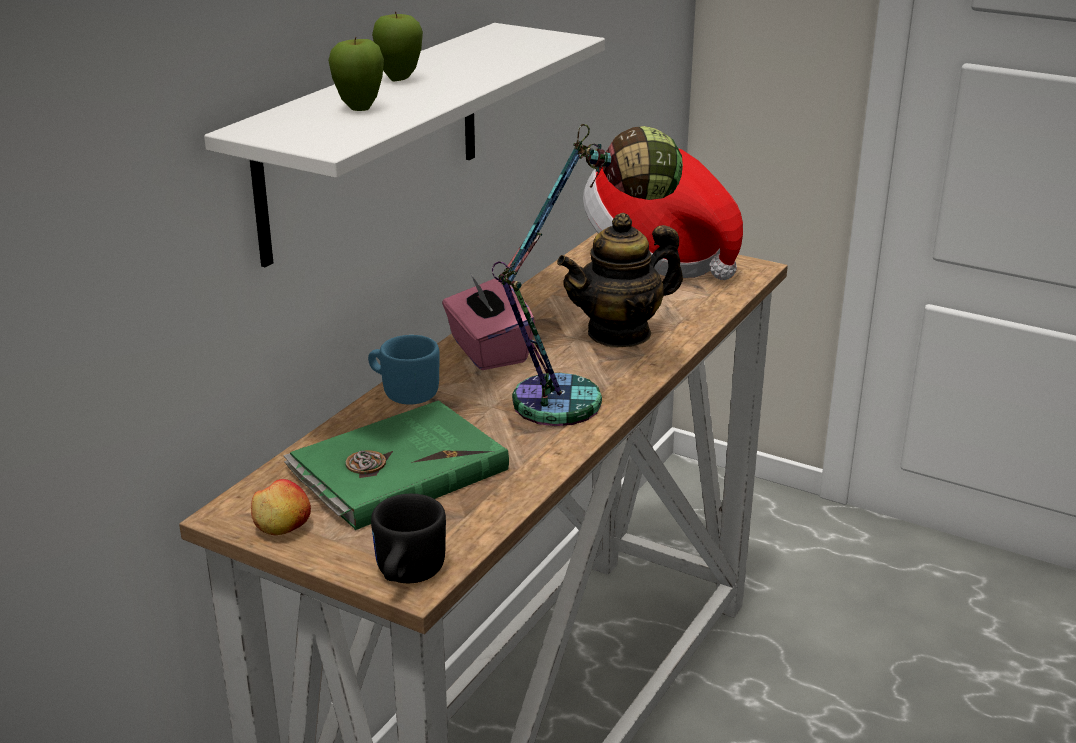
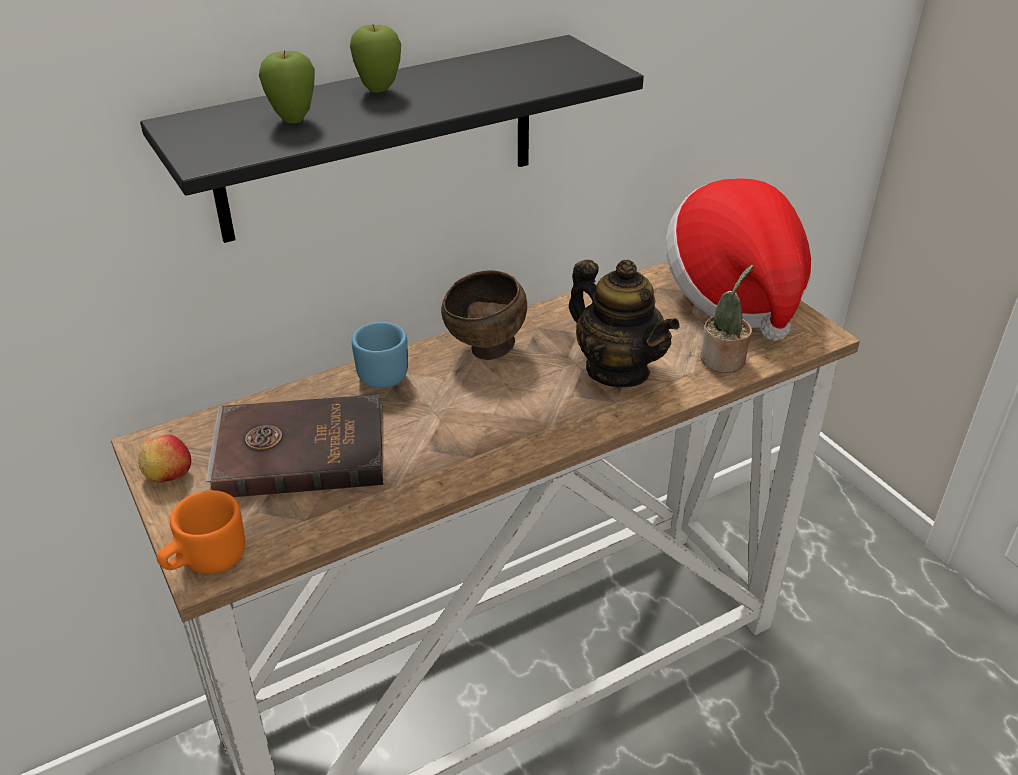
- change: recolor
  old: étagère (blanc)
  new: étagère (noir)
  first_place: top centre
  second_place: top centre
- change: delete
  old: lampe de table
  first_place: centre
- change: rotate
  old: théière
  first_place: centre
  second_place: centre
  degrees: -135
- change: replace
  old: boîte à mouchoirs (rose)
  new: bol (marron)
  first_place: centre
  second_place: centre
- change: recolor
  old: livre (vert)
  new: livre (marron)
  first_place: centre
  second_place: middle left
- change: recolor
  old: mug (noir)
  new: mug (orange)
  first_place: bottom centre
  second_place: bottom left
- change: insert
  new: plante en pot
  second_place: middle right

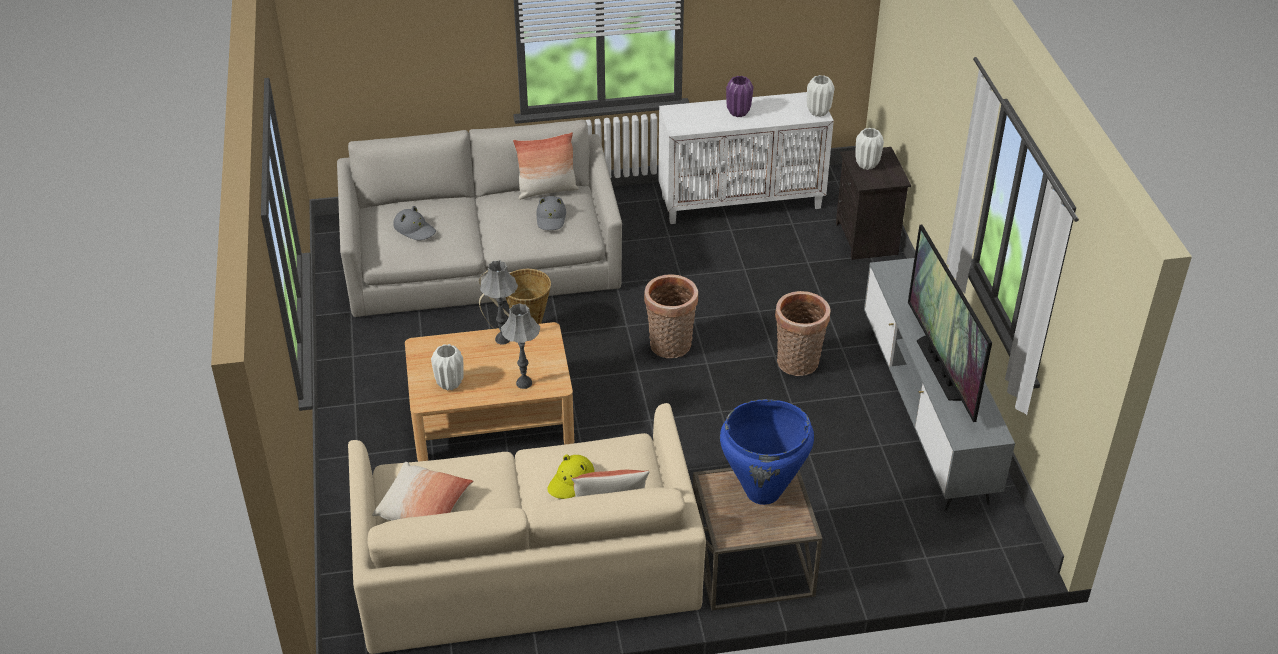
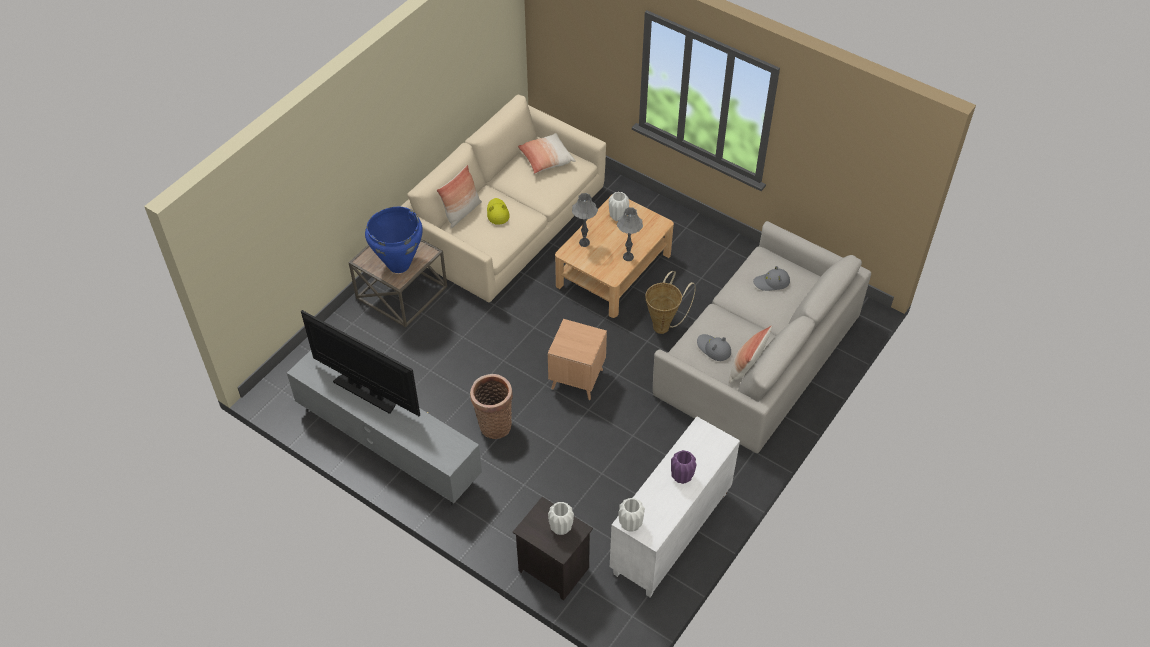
- change: replace
  old: panier (2nd from left)
  new: table d'appoint (marron) (2nd from left)
  first_place: centre
  second_place: centre

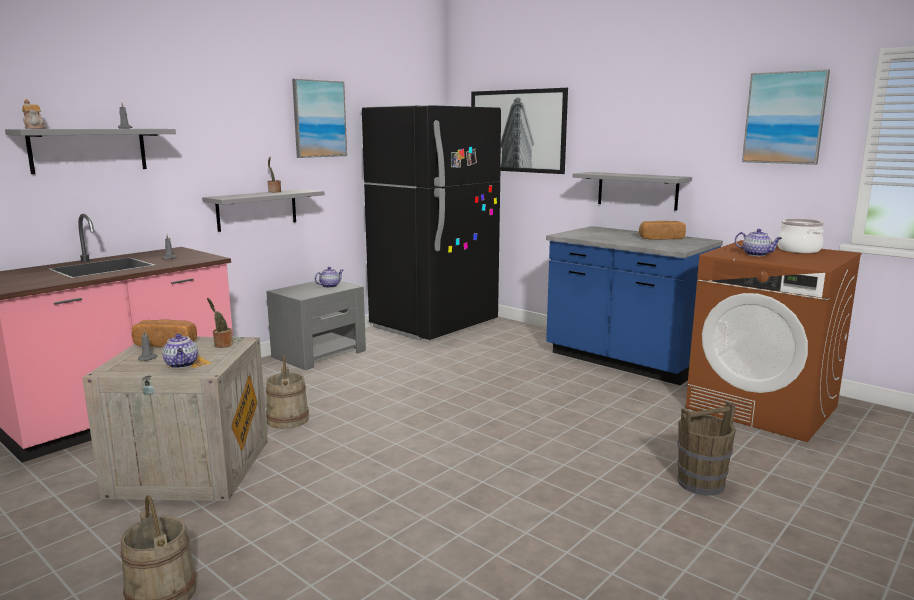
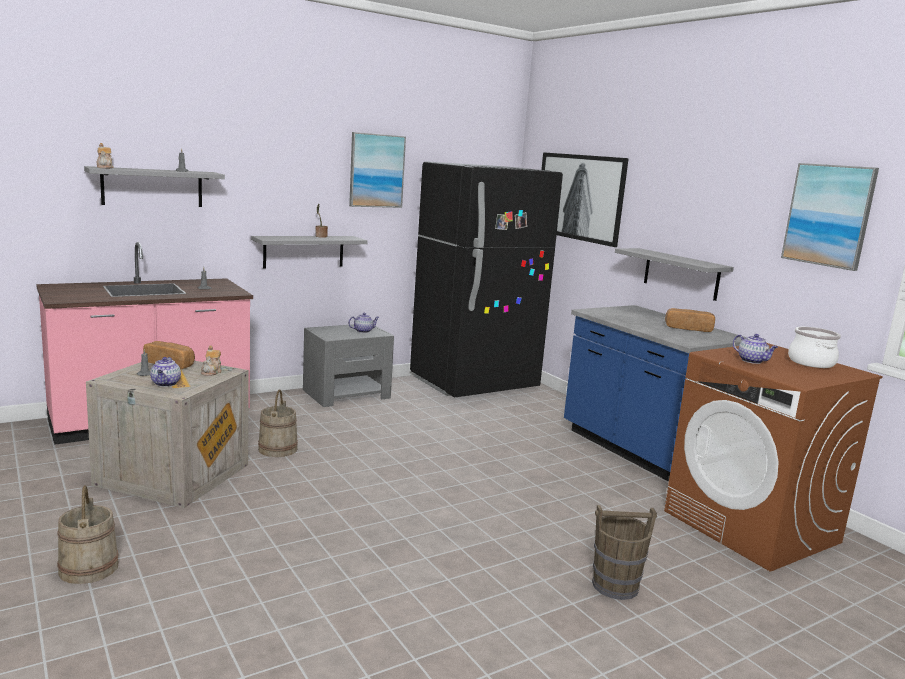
- change: replace
  old: plante en pot (1st from left)
  new: théière (3rd from left)
  first_place: middle left
  second_place: middle left

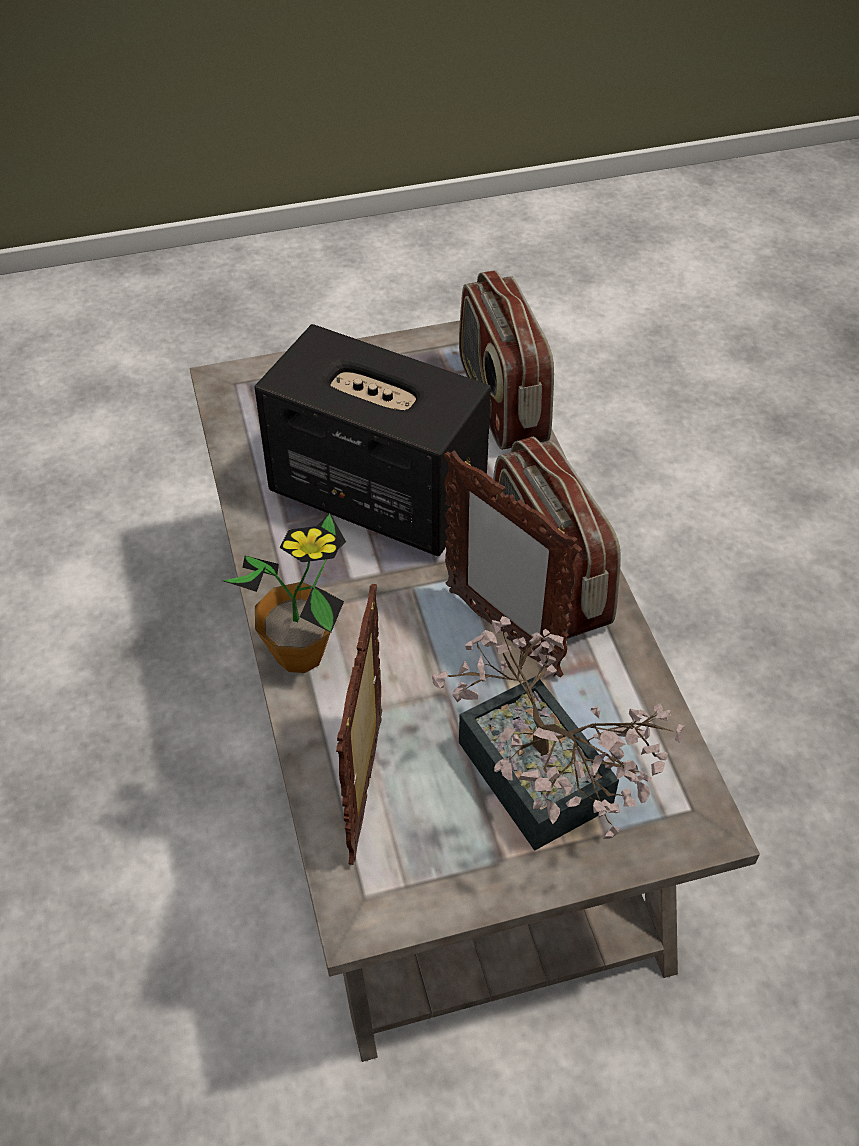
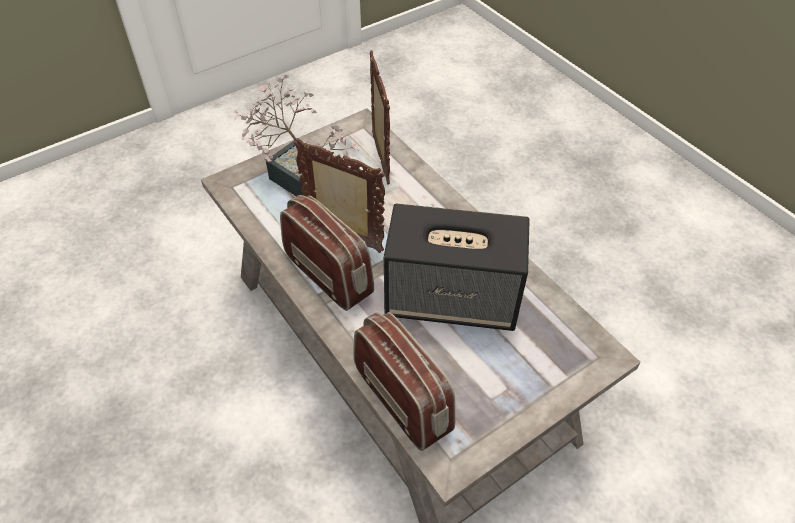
- change: delete
  old: plante en pot (1st from left)
  first_place: middle left

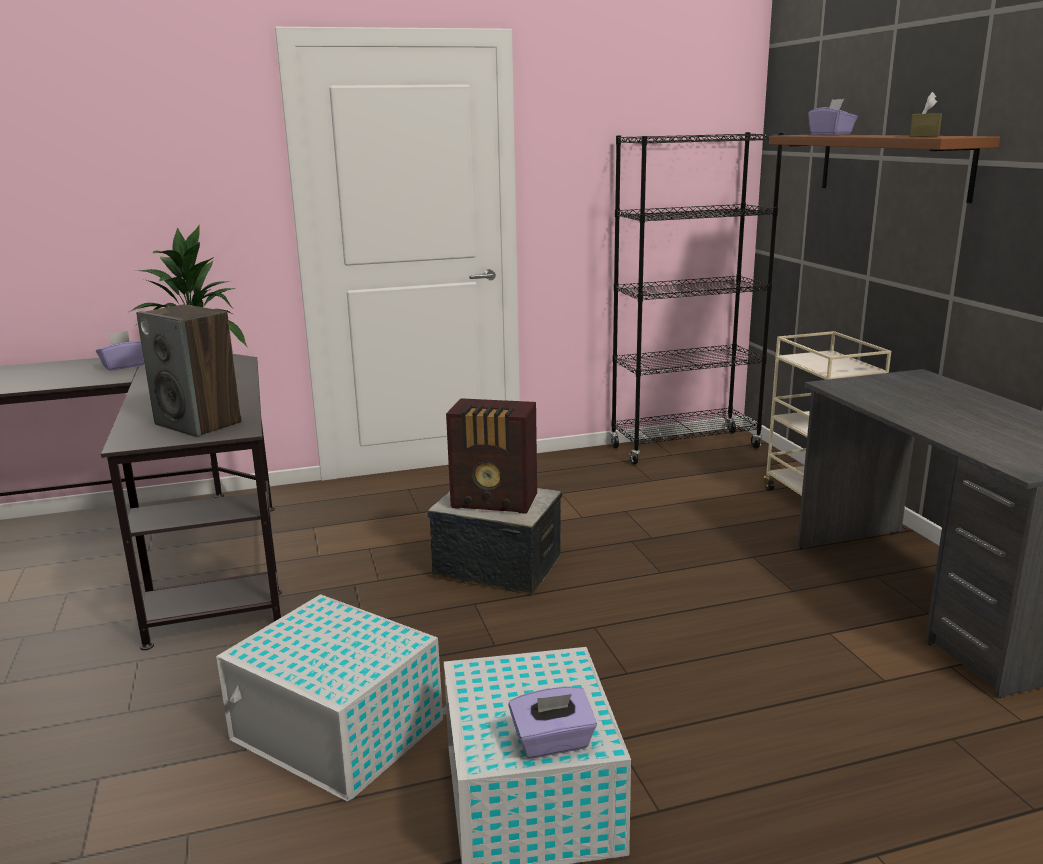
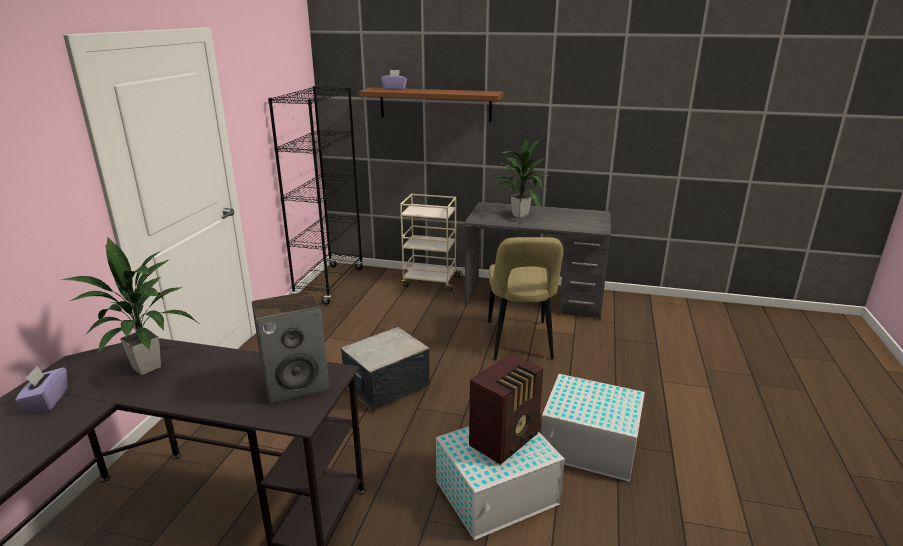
- change: delete
  old: boîte à mouchoirs (marron)
  first_place: top right
- change: move
  old: radio
  first_place: centre
  second_place: bottom centre
- change: delete
  old: boîte à mouchoirs (violet) (2nd from left)
  first_place: bottom centre
- change: insert
  new: plante en pot (2nd from left)
  second_place: top centre
- change: insert
  new: chaise (beige)
  second_place: centre

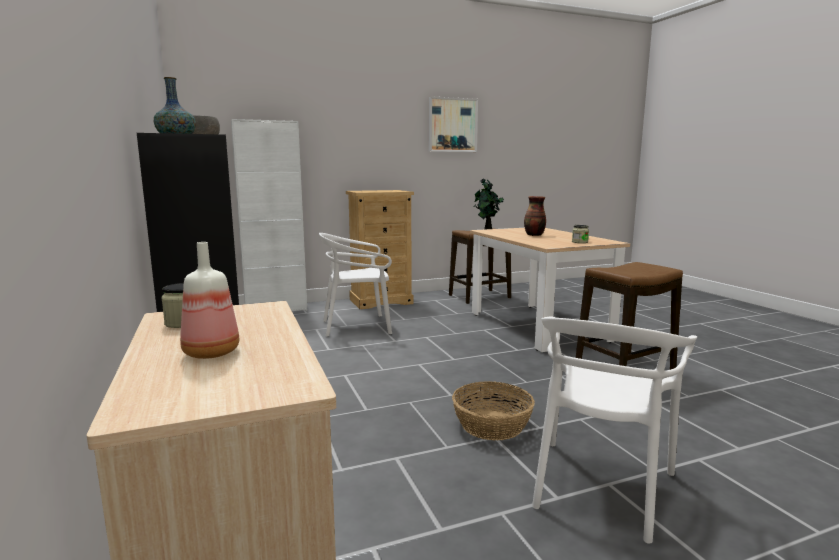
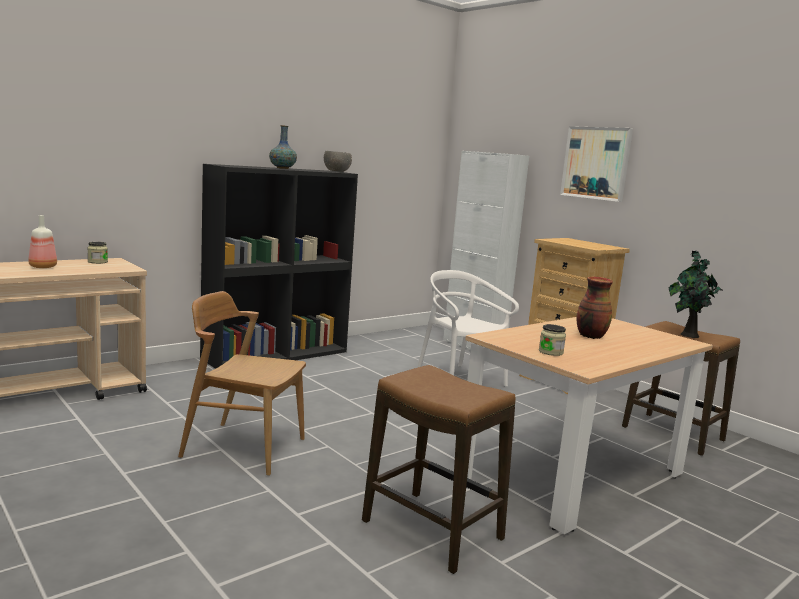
- change: move
  old: tableau
  first_place: top centre
  second_place: top right
- change: delete
  old: chaise (blanc) (2nd from left)
  first_place: bottom right
- change: replace
  old: panier
  new: chaise (marron)
  first_place: bottom centre
  second_place: middle left

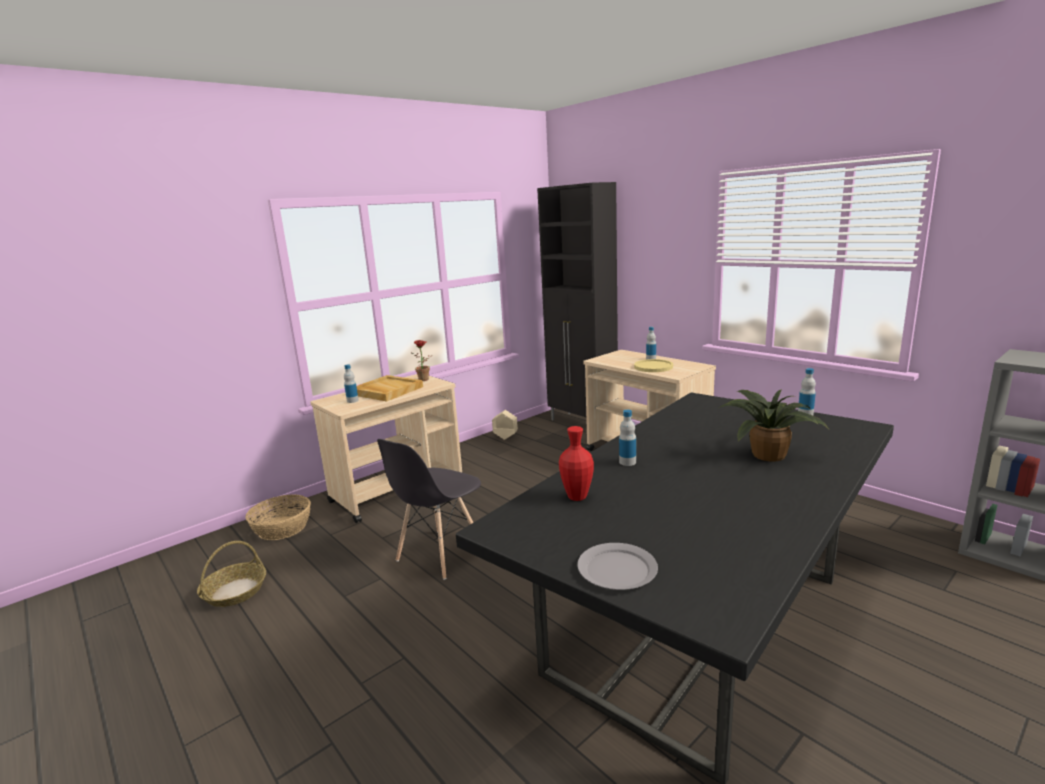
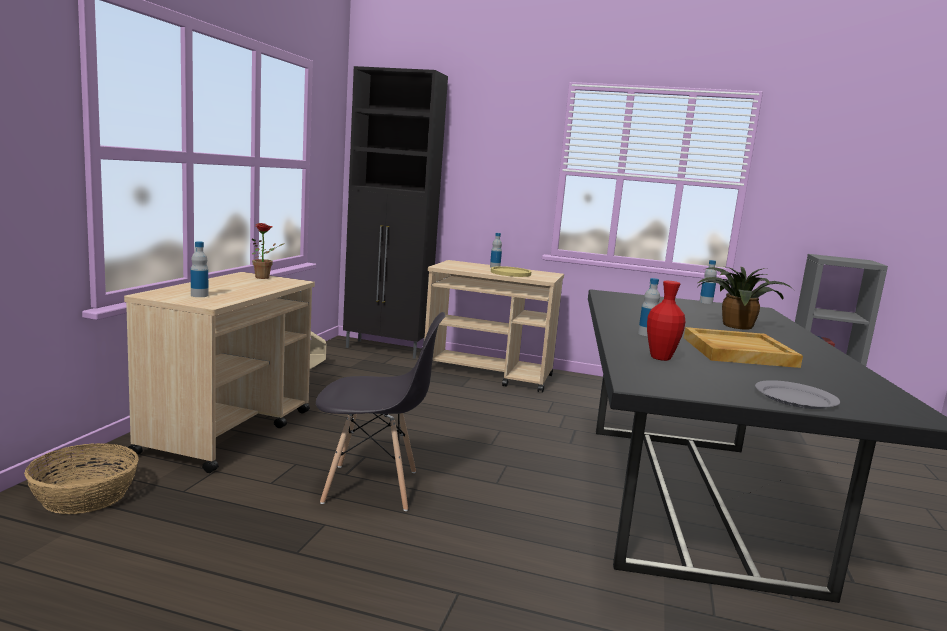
- change: move
  old: plateau (beige)
  first_place: centre
  second_place: middle right
- change: rotate
  old: chaise (gris)
  first_place: centre
  second_place: centre
  degrees: -90
- change: delete
  old: panier (1st from left)
  first_place: bottom left

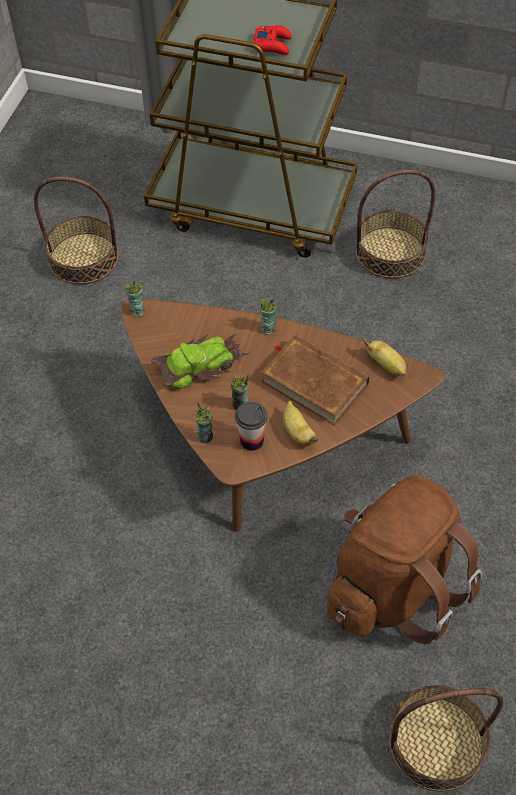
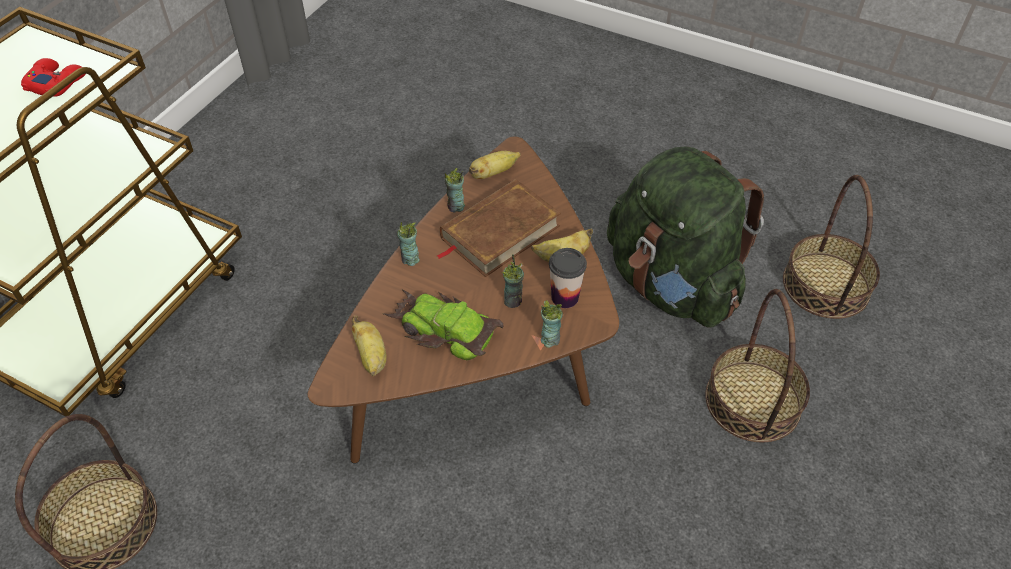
- change: move
  old: panier (2nd from left)
  first_place: top right
  second_place: middle right
- change: move
  old: tasse (1st from left in the first image)
  new: tasse (2nd from left)
  first_place: middle left
  second_place: centre
- change: rotate
  old: petite voiture
  first_place: centre
  second_place: centre
  degrees: -45
- change: recolor
  old: sac à dos (marron)
  new: sac à dos (vert)
  first_place: bottom right
  second_place: middle right
- change: insert
  new: banane (1st from left)
  second_place: centre

